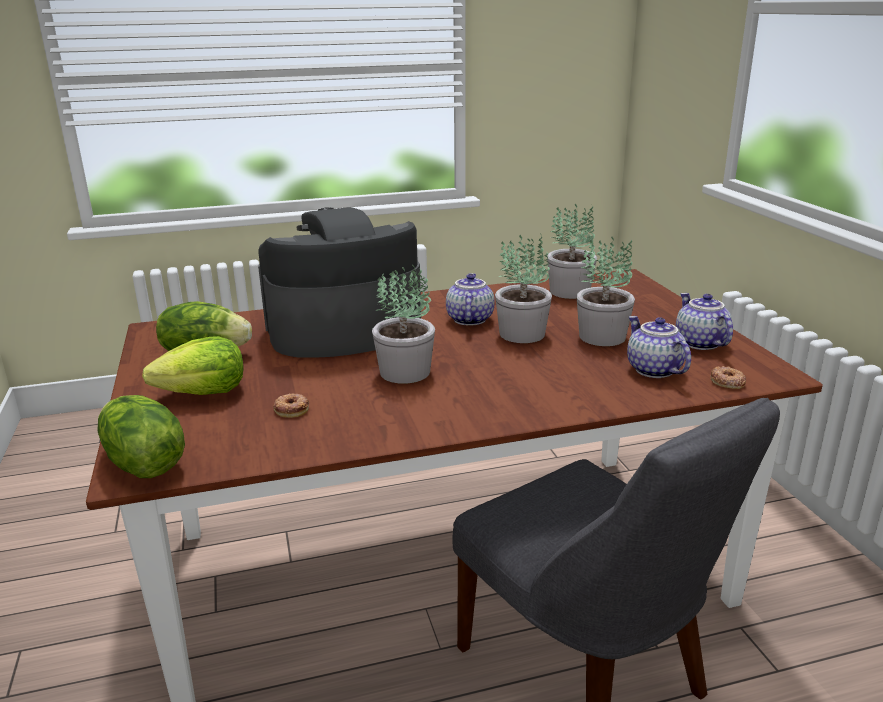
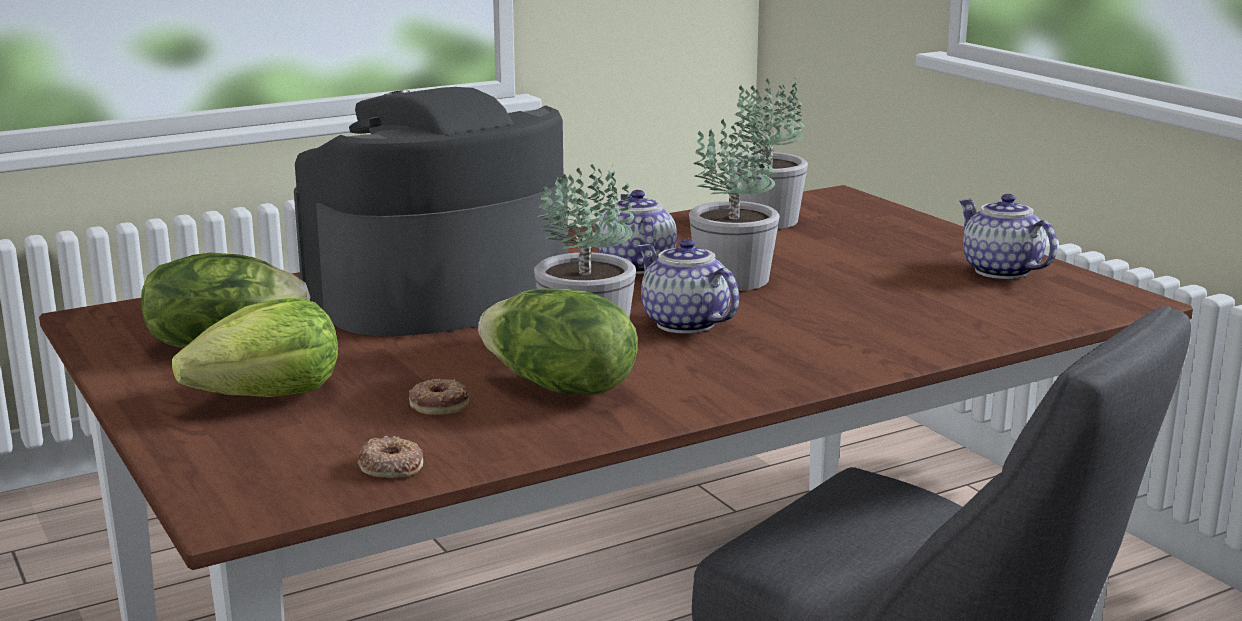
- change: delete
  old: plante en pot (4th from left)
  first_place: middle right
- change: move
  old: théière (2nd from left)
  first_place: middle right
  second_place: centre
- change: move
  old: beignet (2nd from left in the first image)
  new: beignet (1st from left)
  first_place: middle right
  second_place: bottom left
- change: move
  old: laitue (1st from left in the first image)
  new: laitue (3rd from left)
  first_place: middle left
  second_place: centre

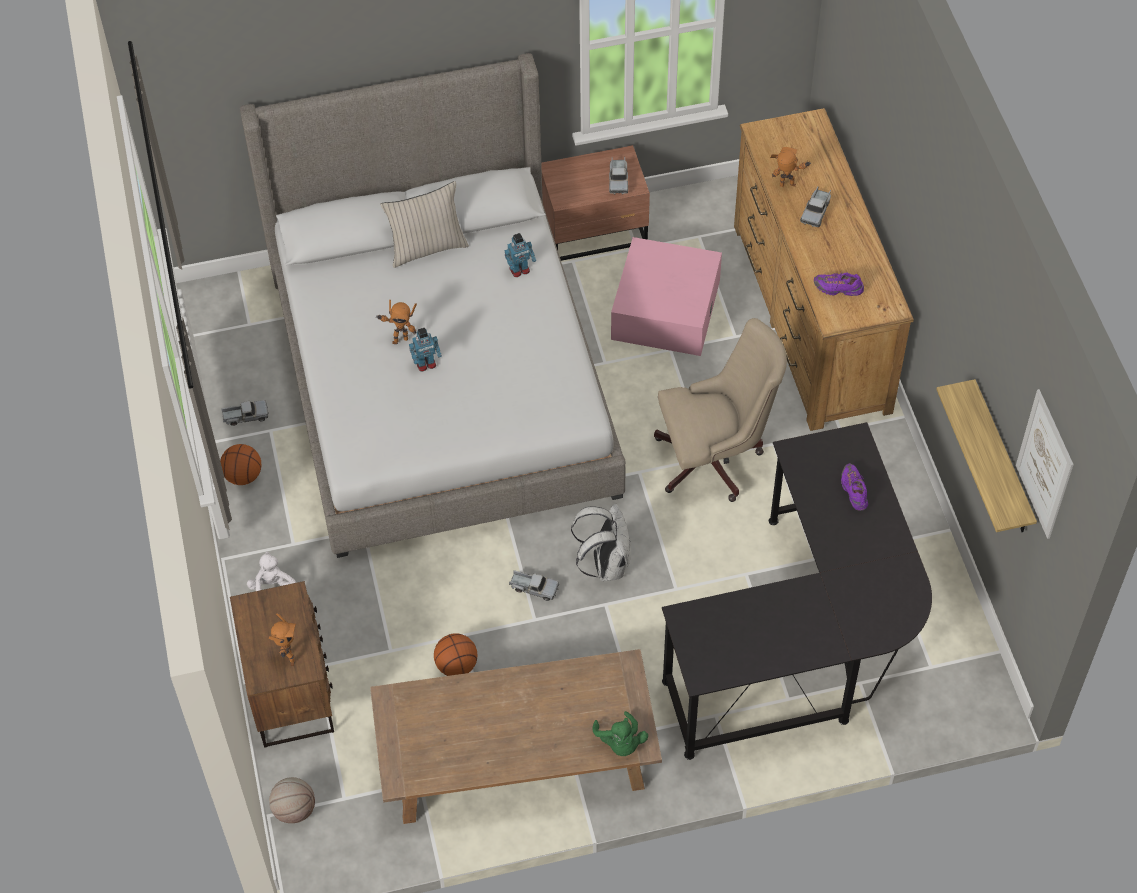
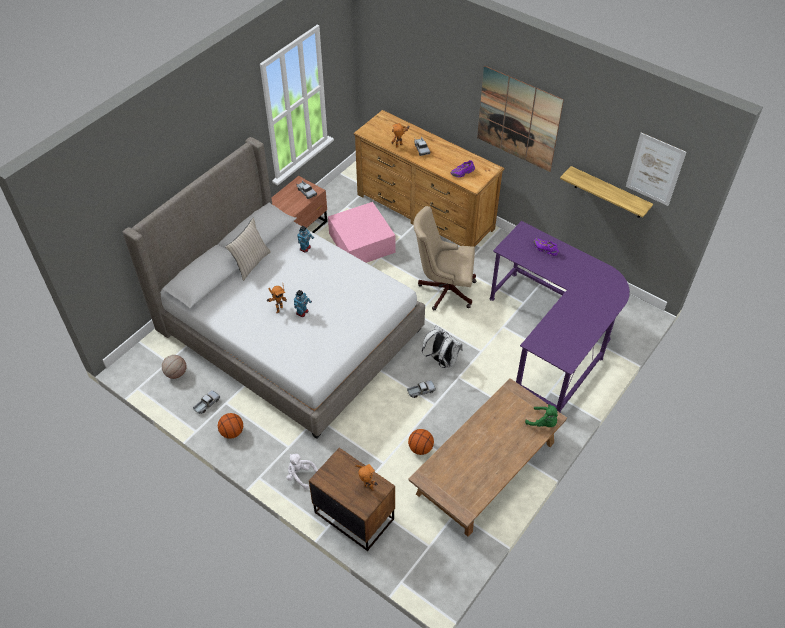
- change: rotate
  old: chaise de bureau (beige)
  first_place: centre
  second_place: centre
  degrees: -120
- change: recolor
  old: bureau (noir)
  new: bureau (violet)
  first_place: middle right
  second_place: middle right
- change: move
  old: ballon de basket (2nd from left in the first image)
  new: ballon de basket (1st from left)
  first_place: bottom left
  second_place: middle left
- change: insert
  new: tableau (1st from left)
  second_place: top centre

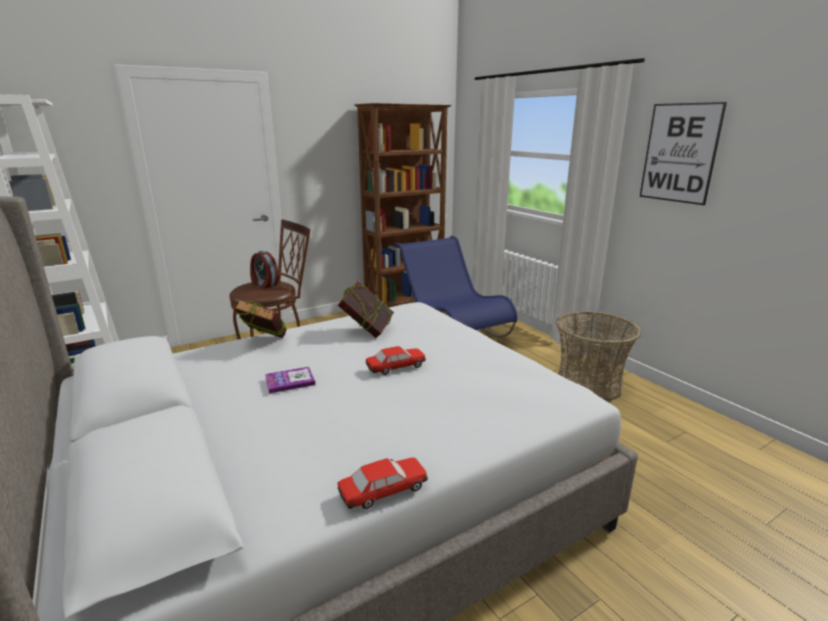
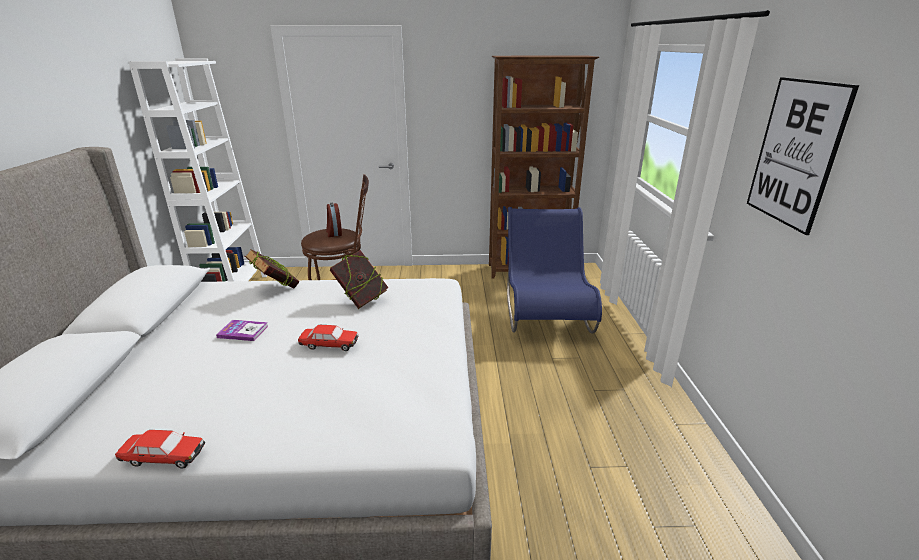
- change: delete
  old: panier
  first_place: middle right

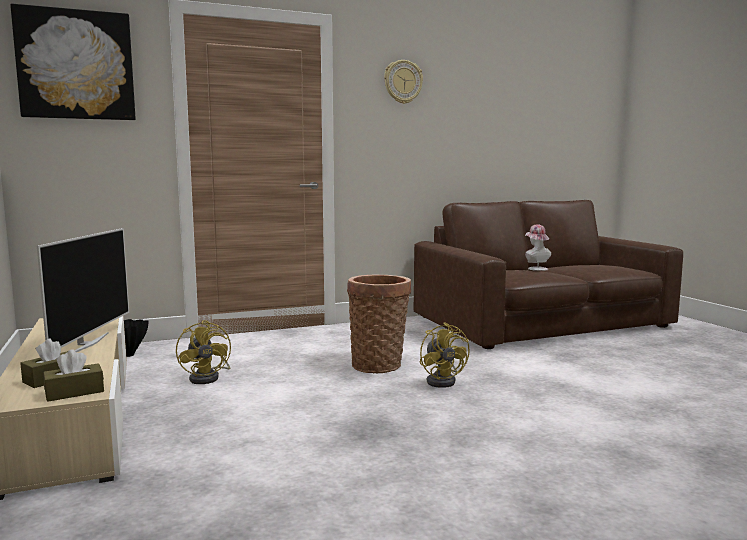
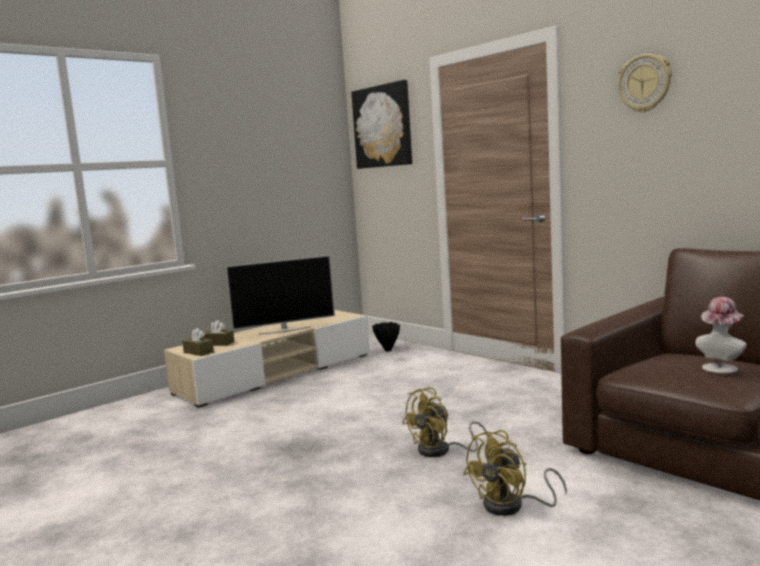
- change: delete
  old: panier
  first_place: centre
- change: move
  old: ventilateur (jaune) (1st from left in the first image)
  new: ventilateur (jaune) (2nd from left)
  first_place: middle left
  second_place: bottom right

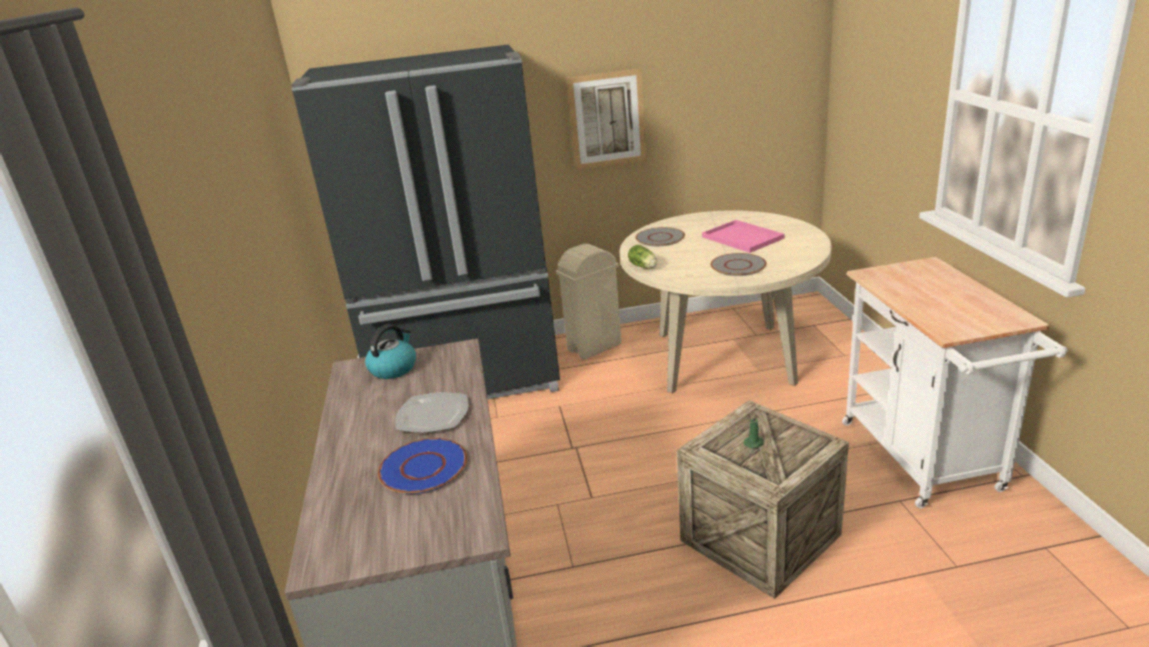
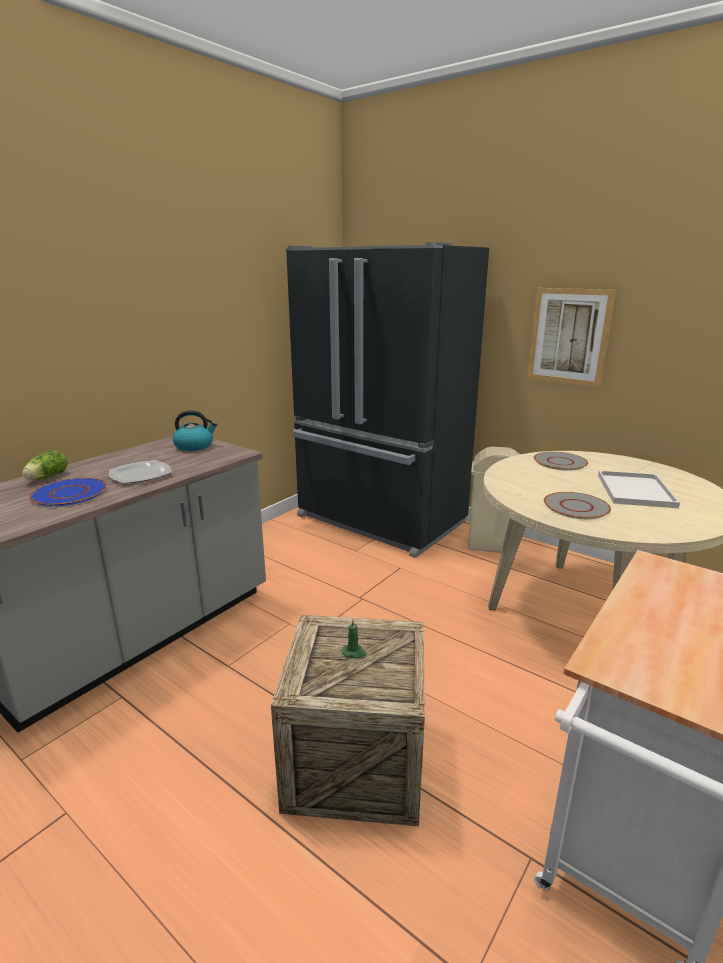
- change: recolor
  old: plateau (rose)
  new: plateau (blanc)
  first_place: centre
  second_place: middle right
- change: move
  old: laitue
  first_place: centre
  second_place: middle left

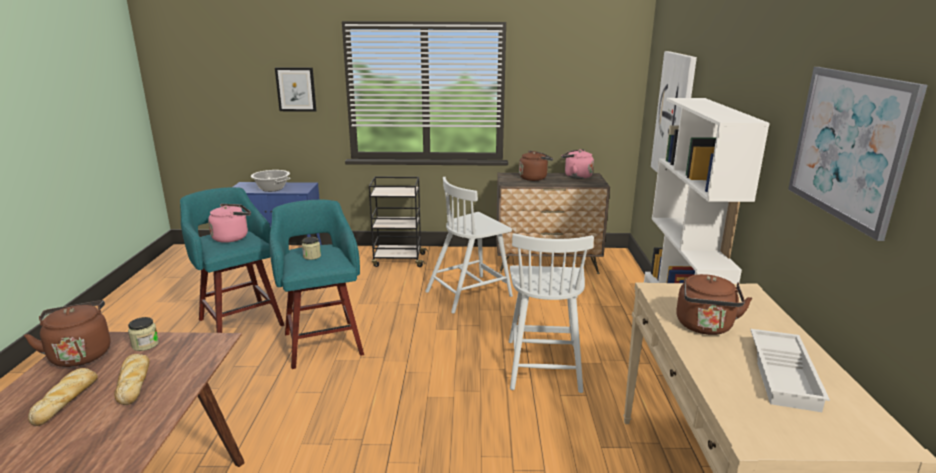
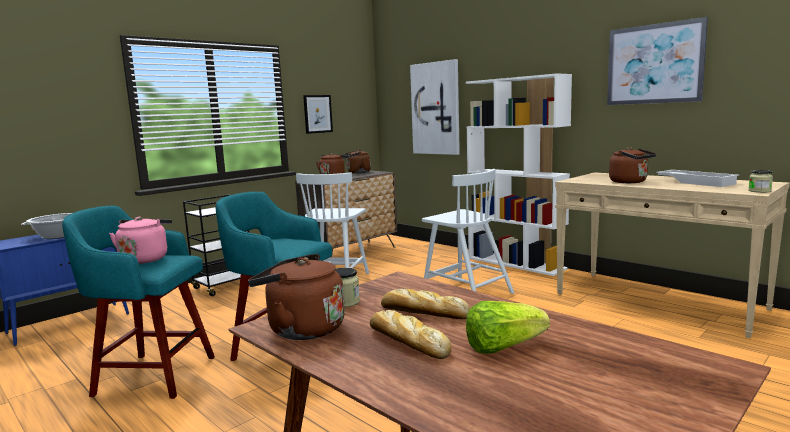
- change: move
  old: tableau (1st from left)
  first_place: top left
  second_place: top centre
- change: recolor
  old: bouilloire (rose) (2nd from left)
  new: bouilloire (marron) (3rd from left)
  first_place: centre
  second_place: centre
- change: move
  old: bocal (2nd from left)
  first_place: middle left
  second_place: middle right
- change: insert
  new: laitue
  second_place: bottom centre

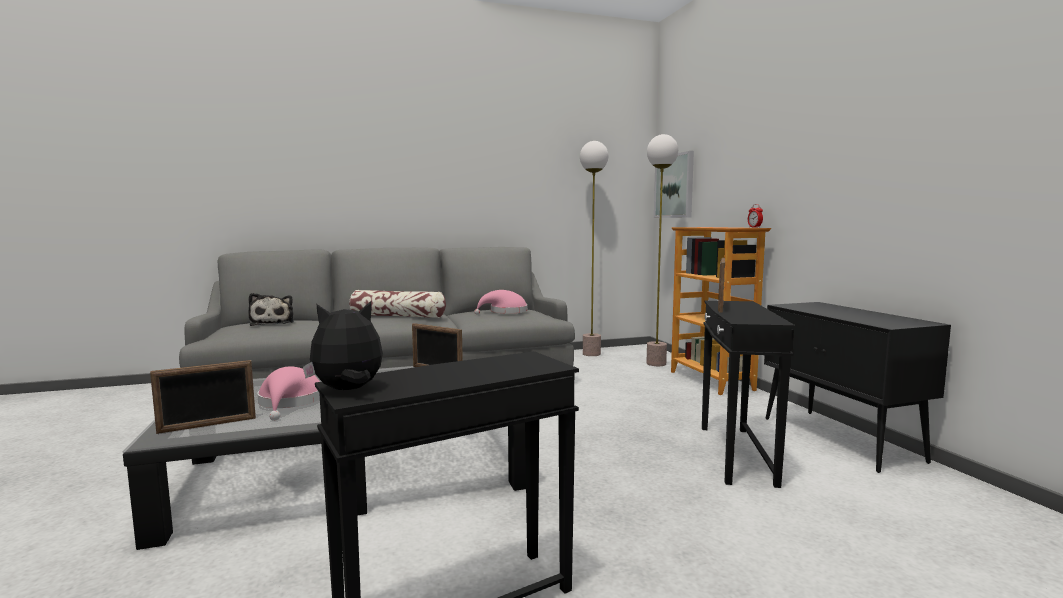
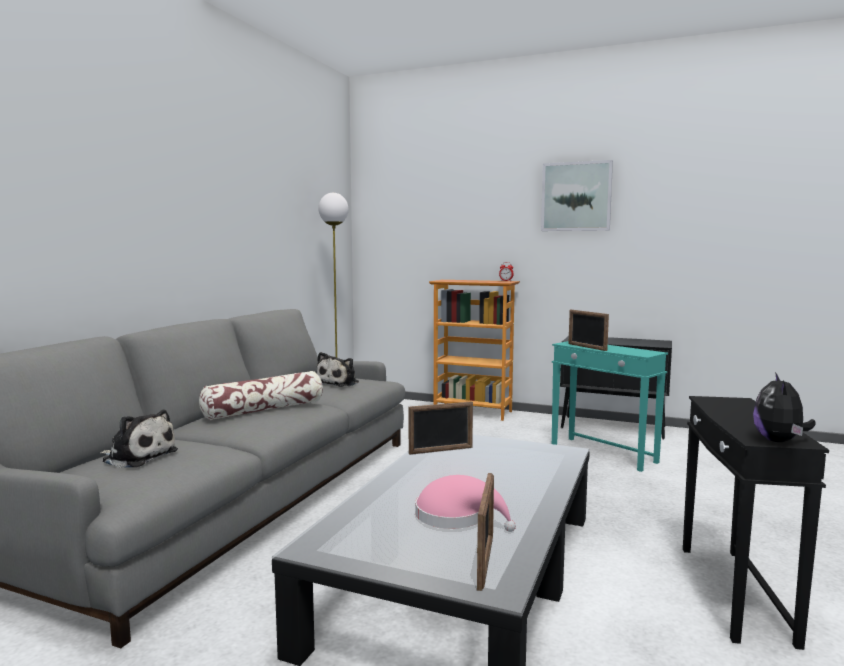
- change: delete
  old: lampadaire (2nd from left)
  first_place: centre
- change: move
  old: tableau
  first_place: top centre
  second_place: top right
- change: replace
  old: chapeau (rose) (2nd from left)
  new: peluche (2nd from left)
  first_place: centre
  second_place: centre
- change: recolor
  old: table d'appoint (noir) (2nd from left)
  new: table d'appoint (turquoise)
  first_place: middle right
  second_place: middle right

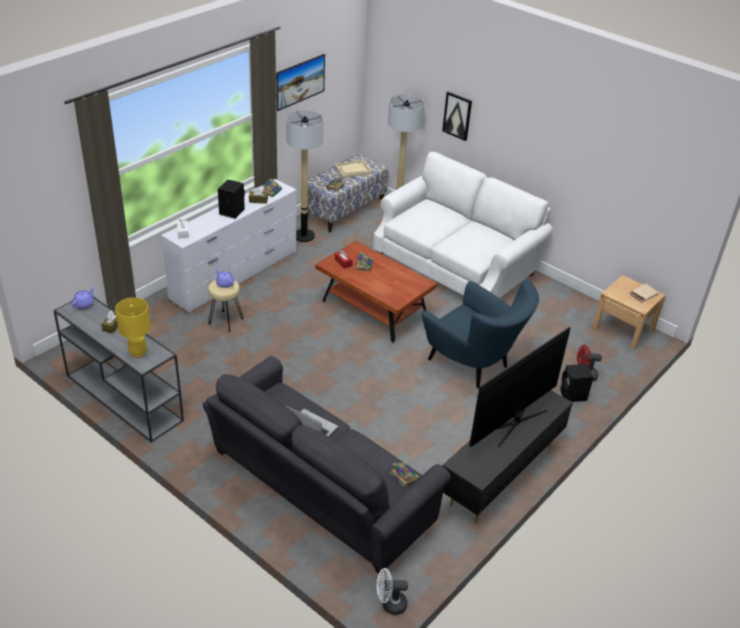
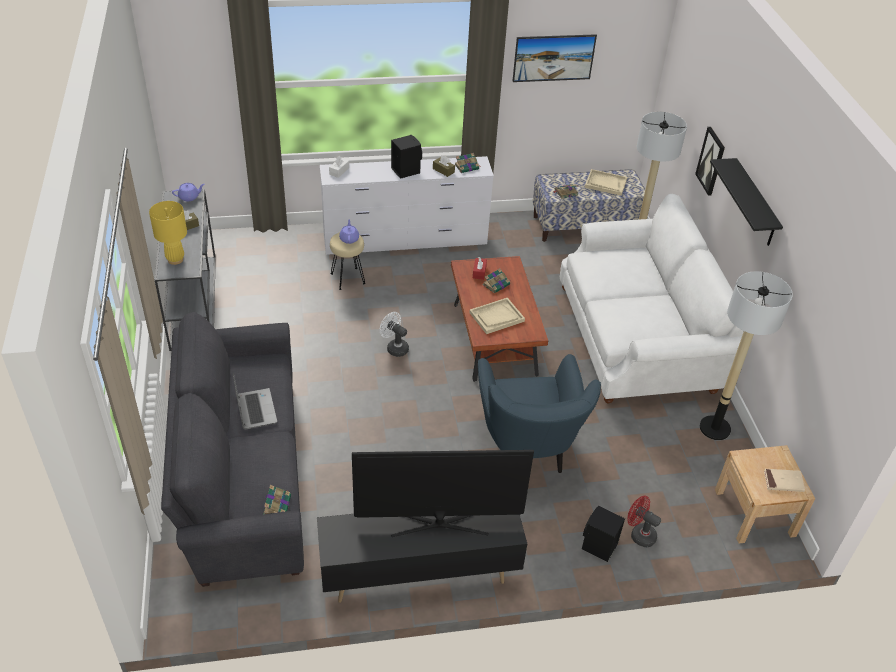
- change: move
  old: lampadaire (1st from left in the first image)
  new: lampadaire (2nd from left)
  first_place: top centre
  second_place: middle right
- change: move
  old: ventilateur (blanc)
  first_place: bottom centre
  second_place: centre
- change: insert
  new: étagère (noir)
  second_place: top right
- change: insert
  new: plateau (beige) (1st from left)
  second_place: centre

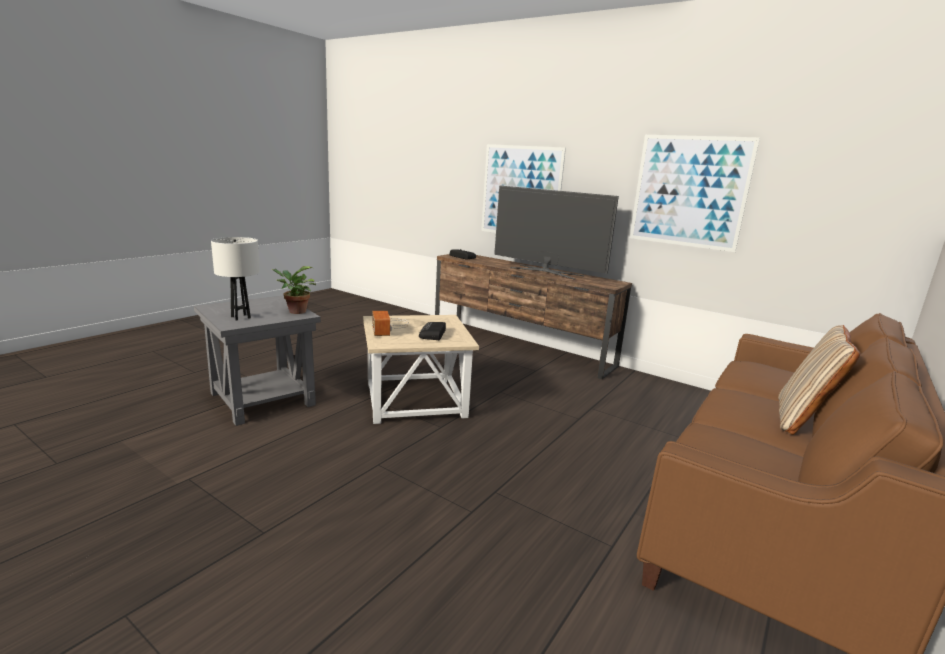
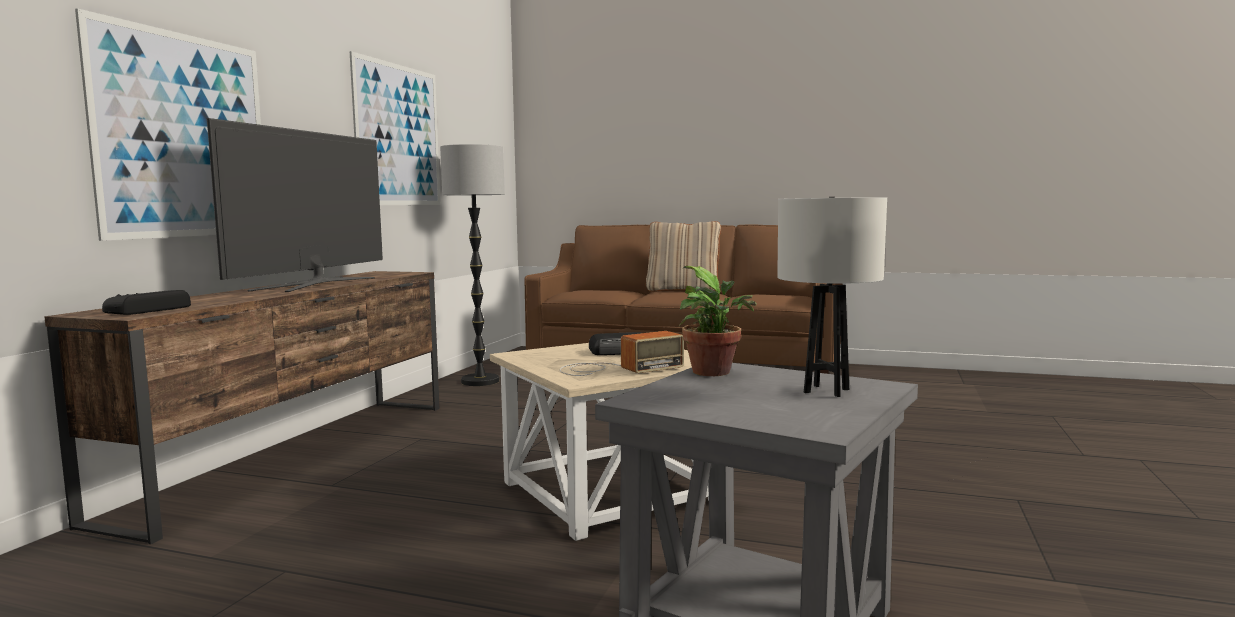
- change: insert
  new: lampadaire
  second_place: centre

